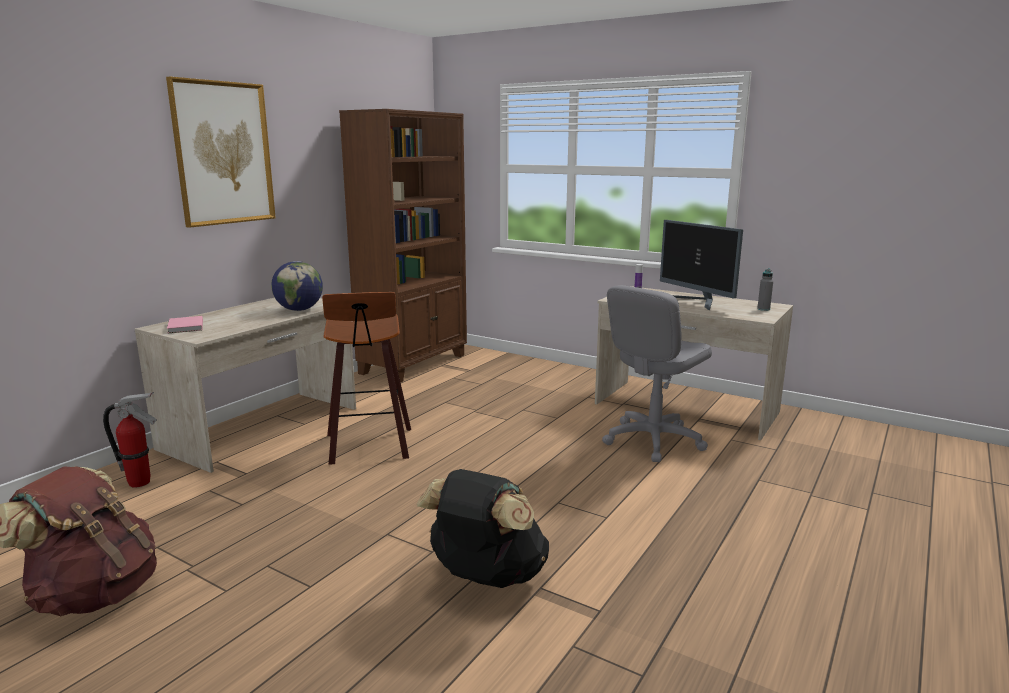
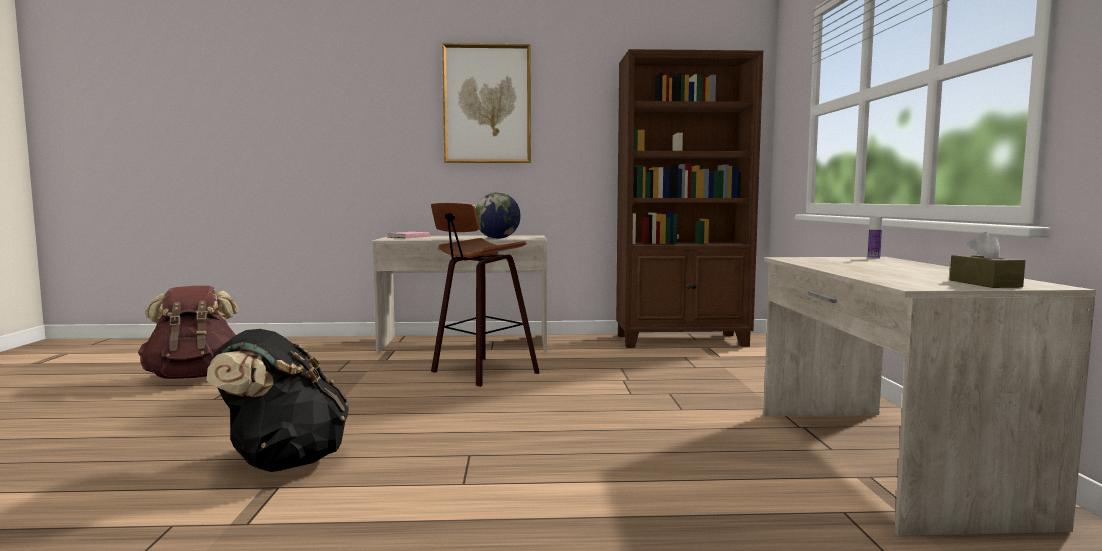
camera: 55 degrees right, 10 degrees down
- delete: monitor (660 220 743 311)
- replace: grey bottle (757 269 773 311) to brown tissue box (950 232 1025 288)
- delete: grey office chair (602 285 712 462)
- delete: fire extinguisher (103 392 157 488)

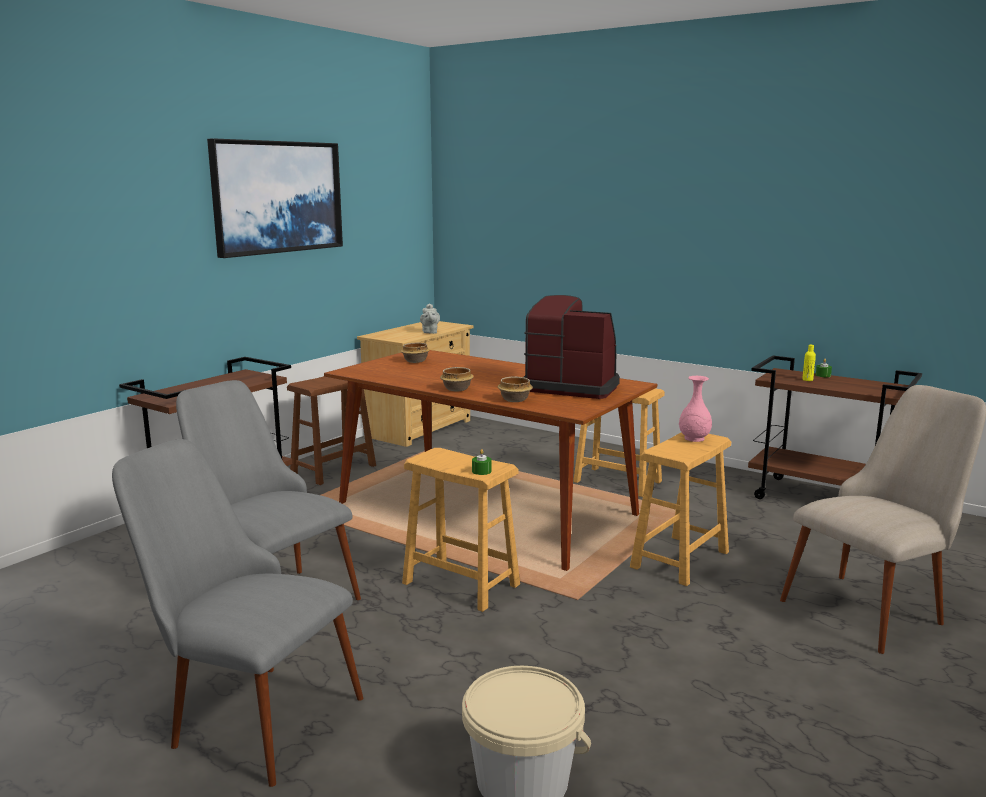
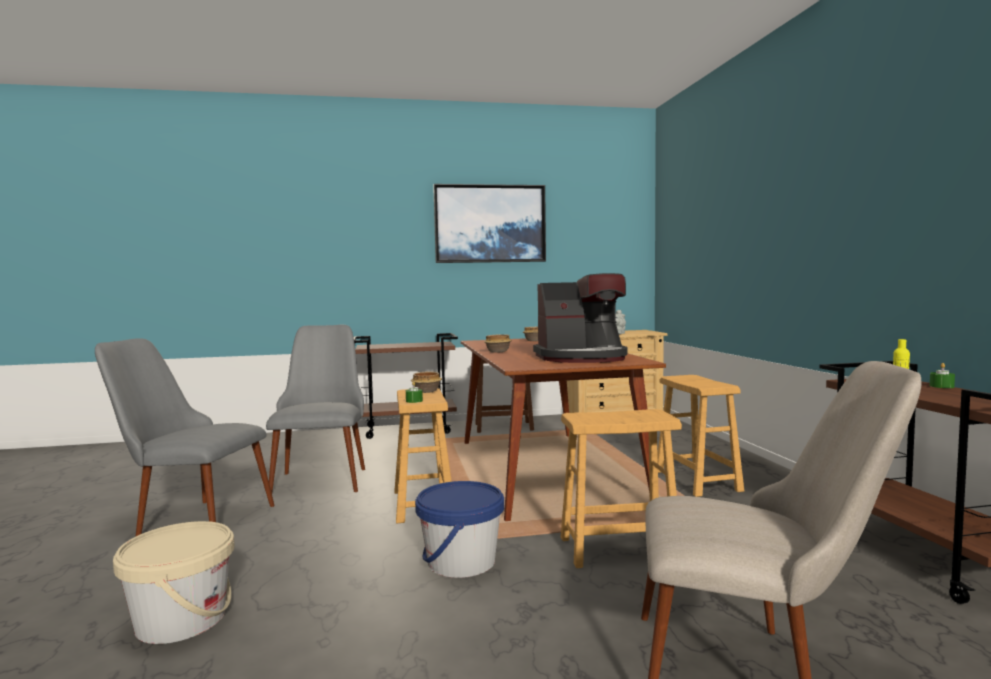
camera: 45 degrees right, 10 degrees down
- rotate: coffee machine (524 295 620 399) = (533 273 628 363) 105 degrees clockwise
- delete: pink vase (679 376 712 442)
- move: bowl (498 377 533 402) to (411 371 442 393)
- rotate: grey chair (112 439 363 787) = (95 338 275 537) 60 degrees counterclockwise
- insert: blue bucket (415 481 504 578)

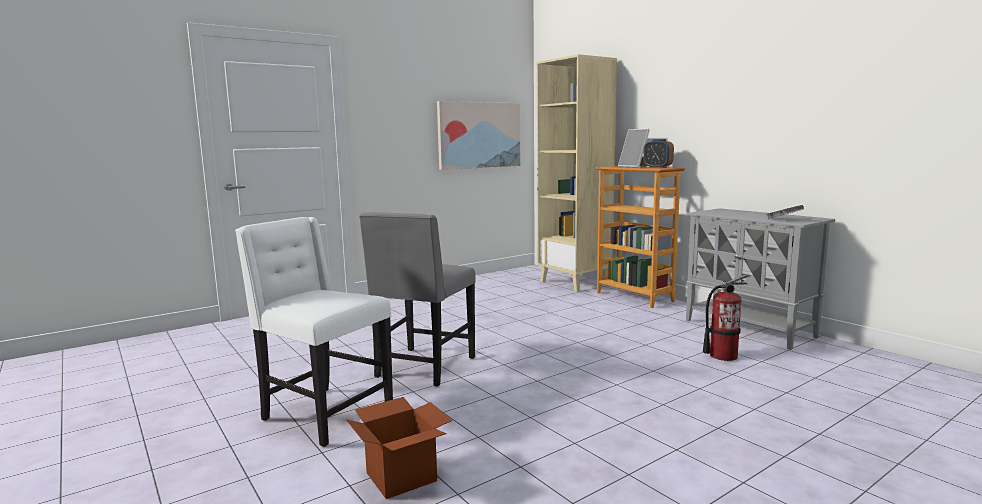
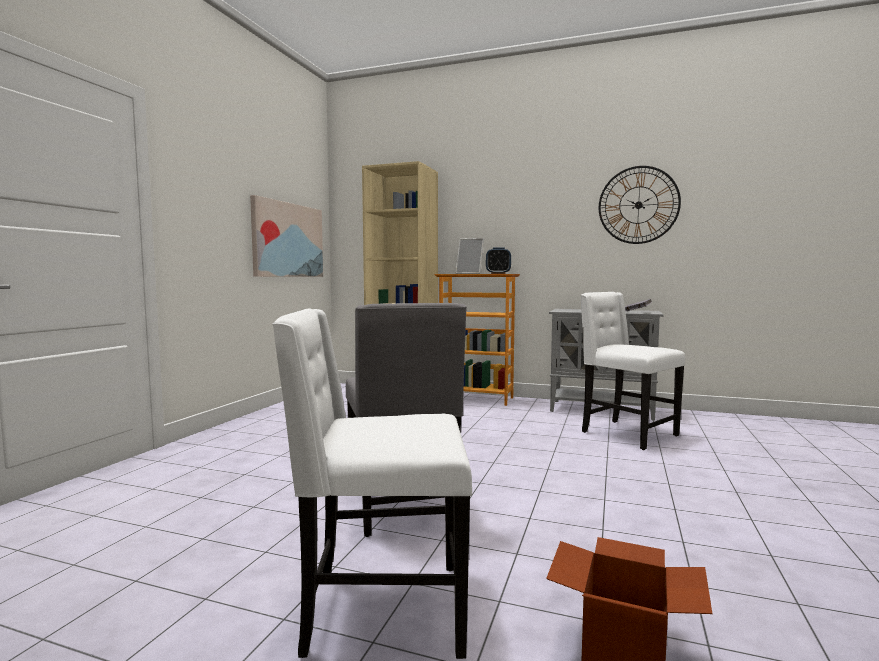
camera: 35 degrees left, 5 degrees down
- replace: fire extinguisher (703 275 747 361) to white chair (580 292 685 450)
- insert: wall clock (599 166 681 244)

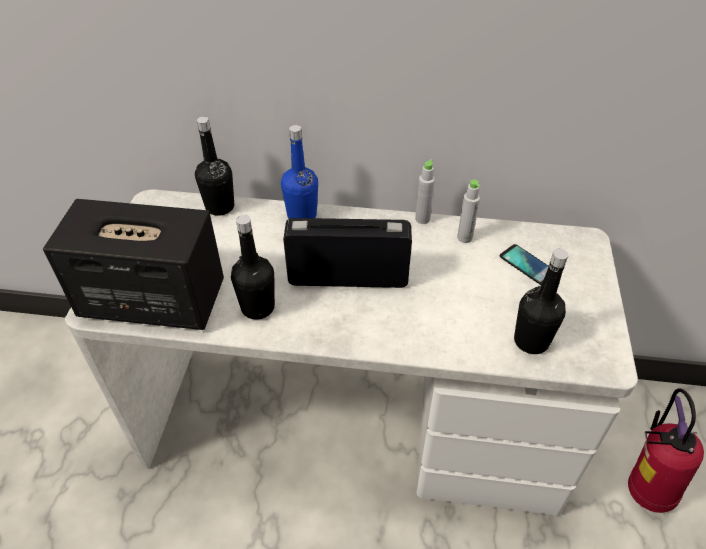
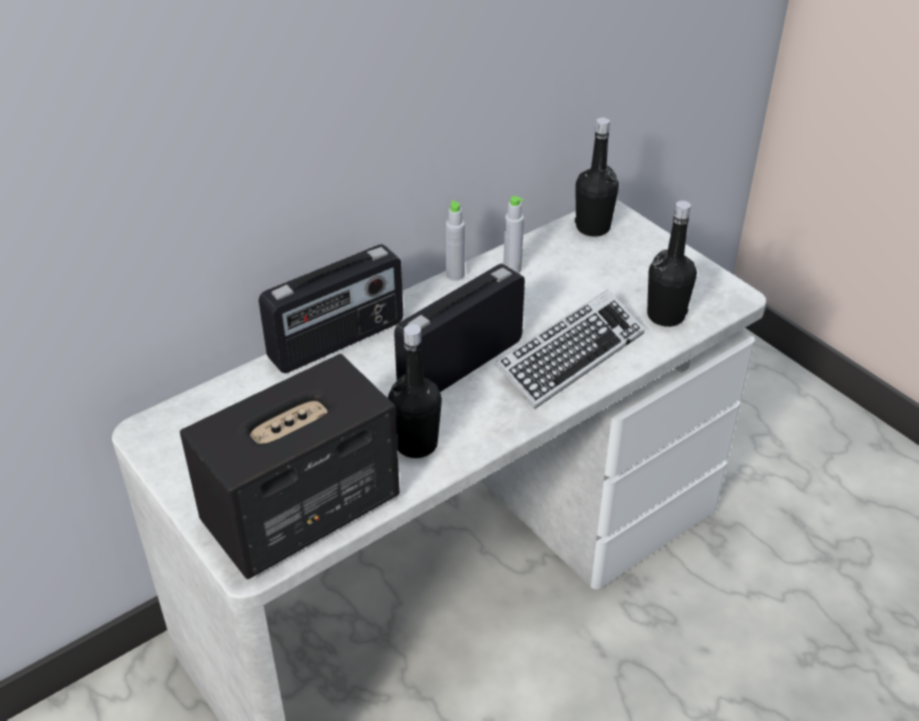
camera: 45 degrees left, 5 degrees down
- move: black bottle (195 117 234 216) to (575 117 619 237)
- replace: blue bottle (281 125 318 219) to radio (259 244 403 373)
- delete: phone (500 244 549 285)
- delete: fire extinguisher (628 388 704 513)
- insert: keyboard (495 290 645 409)

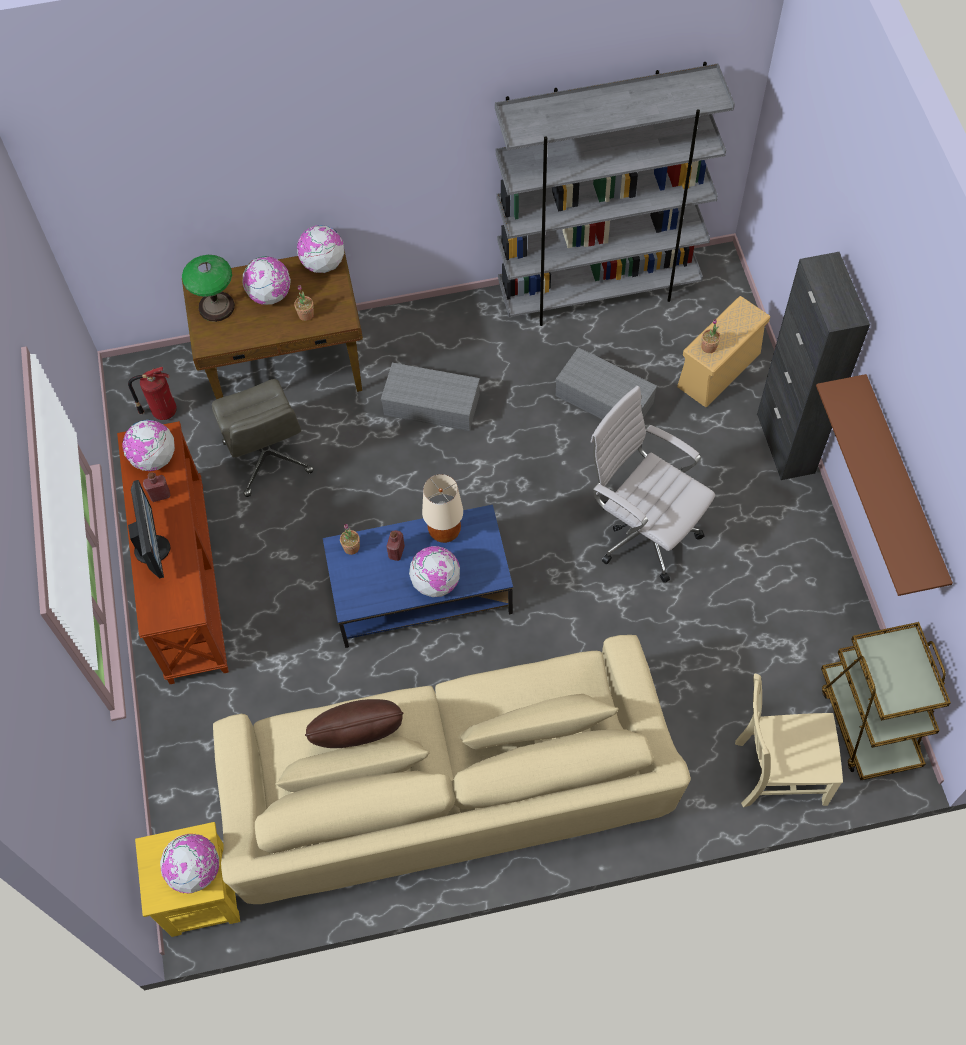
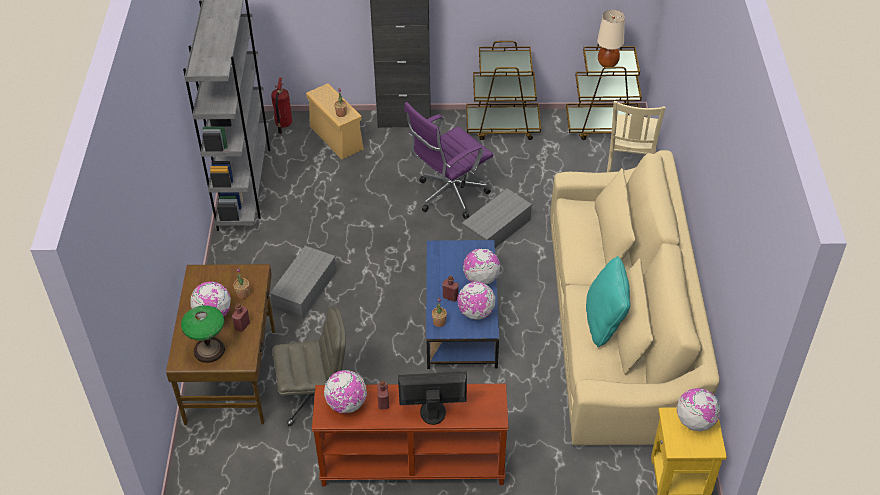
camera: 80 degrees left, 15 degrees down
- move: globe (297 225 344 273) to (457 282 495 320)
- move: grey storage box (555 347 657 420) to (462 189 532 248)
- move: fire extinguisher (128 367 177 420) to (271 77 292 134)
- delete: brown shelf (816 374 953 596)
- recolor: white office chair (590 386 715 583) to purple office chair (404 102 493 219)
- move: beige table lamp (422 474 463 543) to (597 10 625 67)
- recolor: brown pillow (305 699 404 748) to turquoise pillow (586 256 630 347)
- insert: brown cart (466 41 541 140)
- insert: red bottle (232 303 250 332)

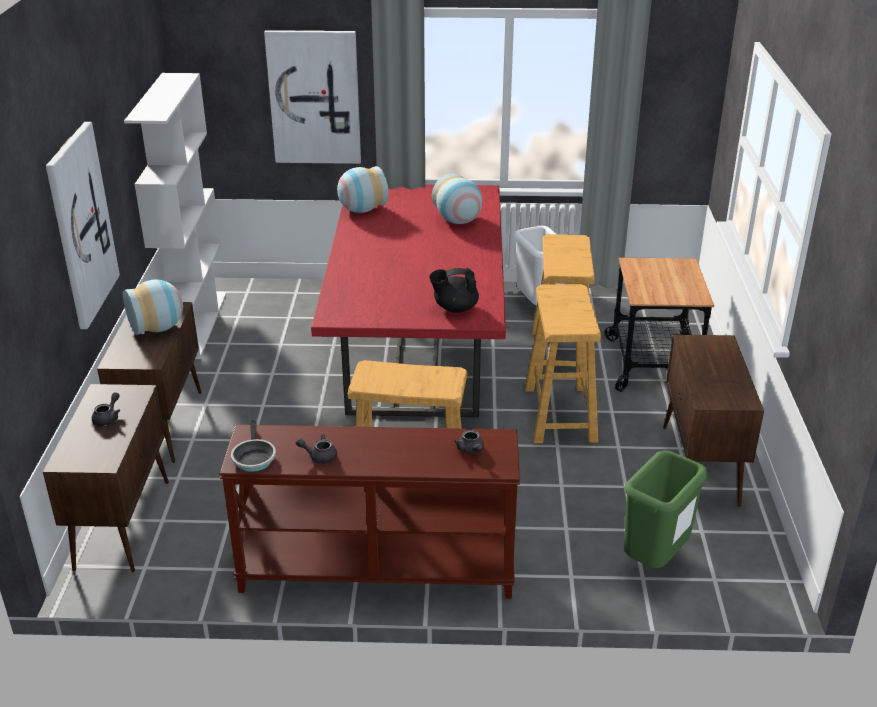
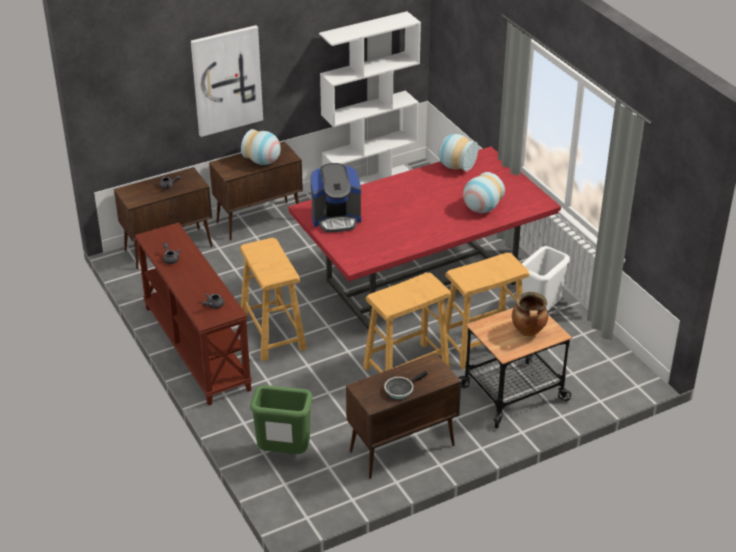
camera: 60 degrees right, 5 degrees up
- delete: picture (264 30 361 164)
- delete: black teapot (429 268 479 313)
- move: frying pan (231 420 276 472) to (384 371 428 399)
- insert: coffee machine (310 163 361 232)
- insert: cooking pot (512 292 548 336)

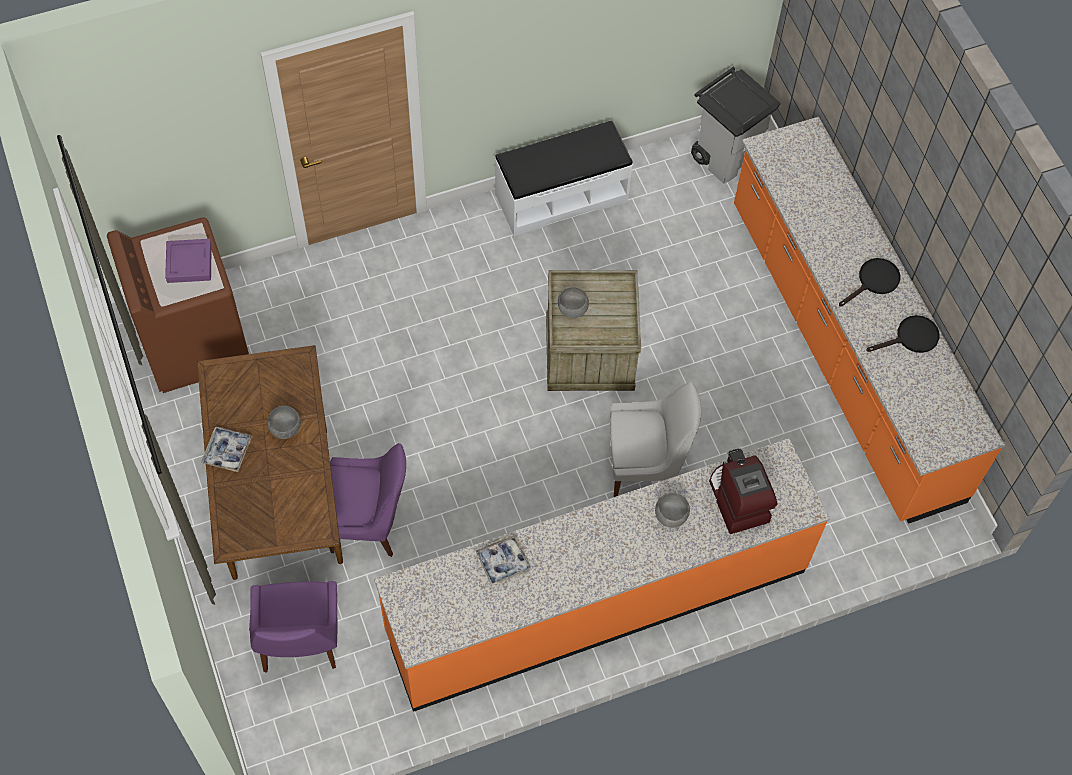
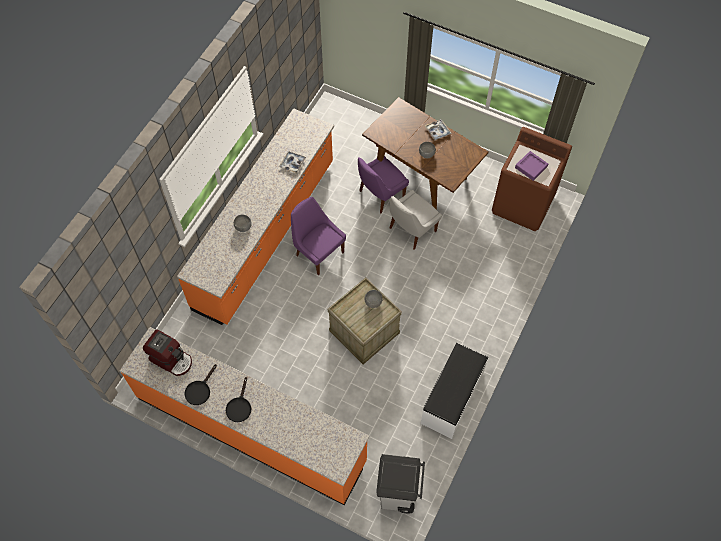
camera: 140 degrees right, 0 degrees up
- move: white chair (610 382 702 497) to (389 190 442 250)
- move: coffee machine (709 448 778 534) to (143 329 192 376)
- move: purple chair (249 581 337 673) to (291 197 346 275)

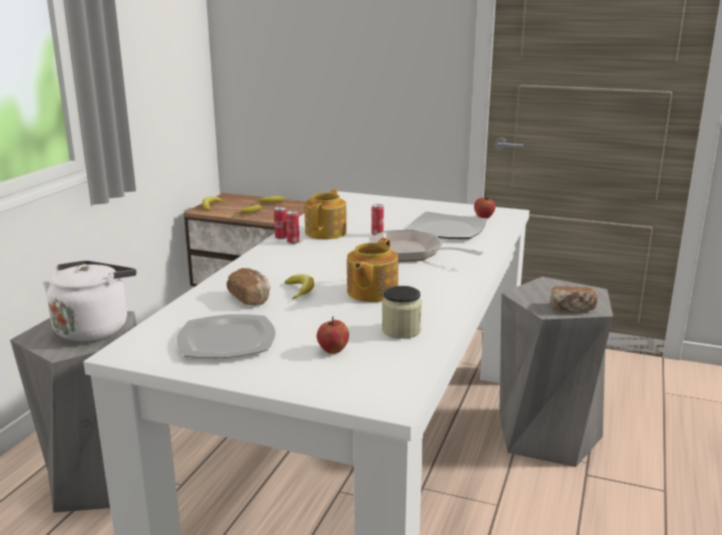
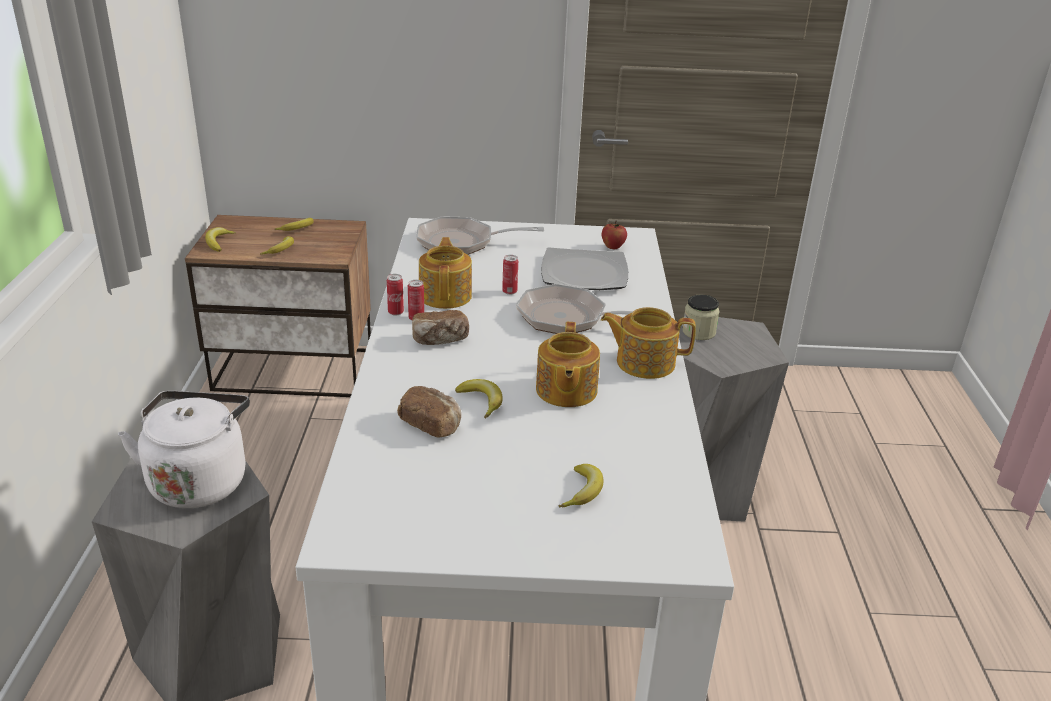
camera: 20 degrees left, 10 degrees up
- move: jar (382 286 422 339) to (682 294 720 340)
- move: bread (551 286 598 312) to (412 310 469 345)
- delete: plate (177 314 276 358)
- replace: apple (317 316 349 354) to banana (559 464 603 507)
- insert: frying pan (416 217 544 255)
- insert: teapot (601 307 696 379)

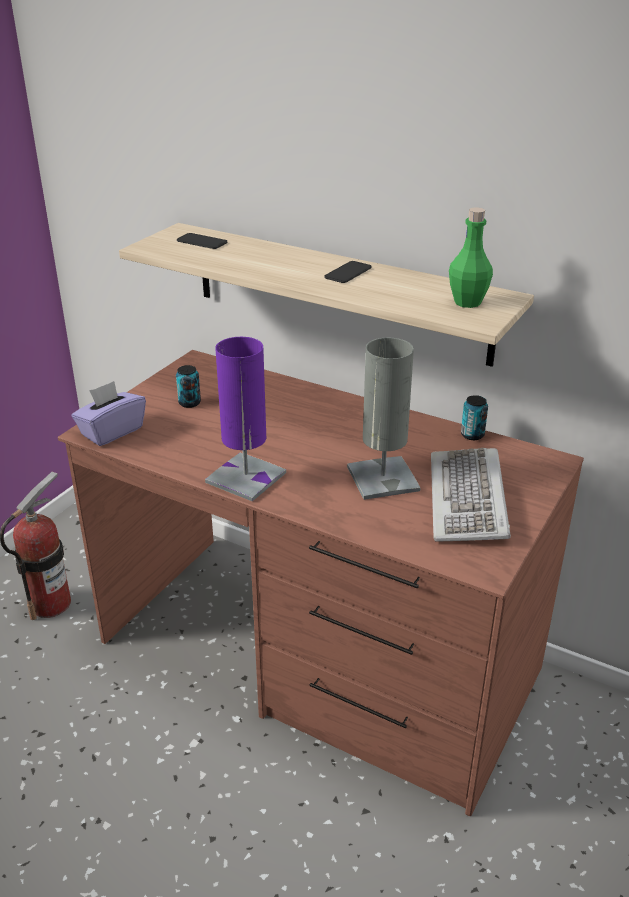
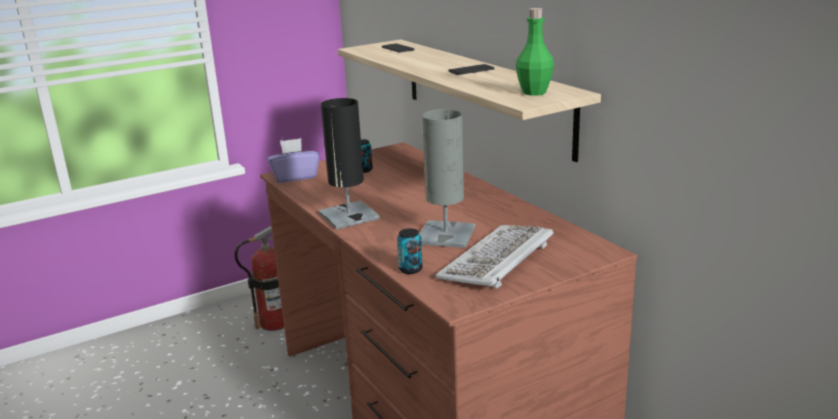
camera: 30 degrees right, 10 degrees down
- recolor: purple table lamp (205 337 286 501) to black table lamp (319 98 380 229)
- move: can (461 395 488 440) to (397 228 423 274)

